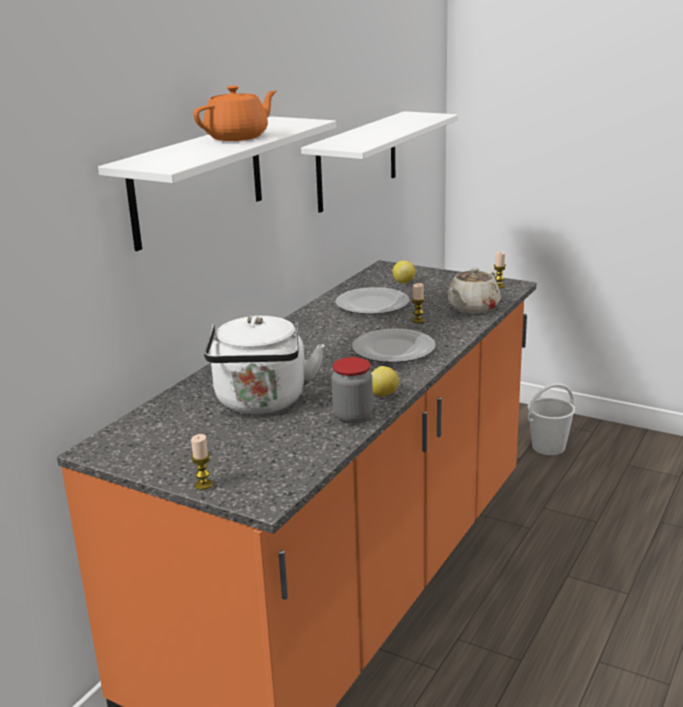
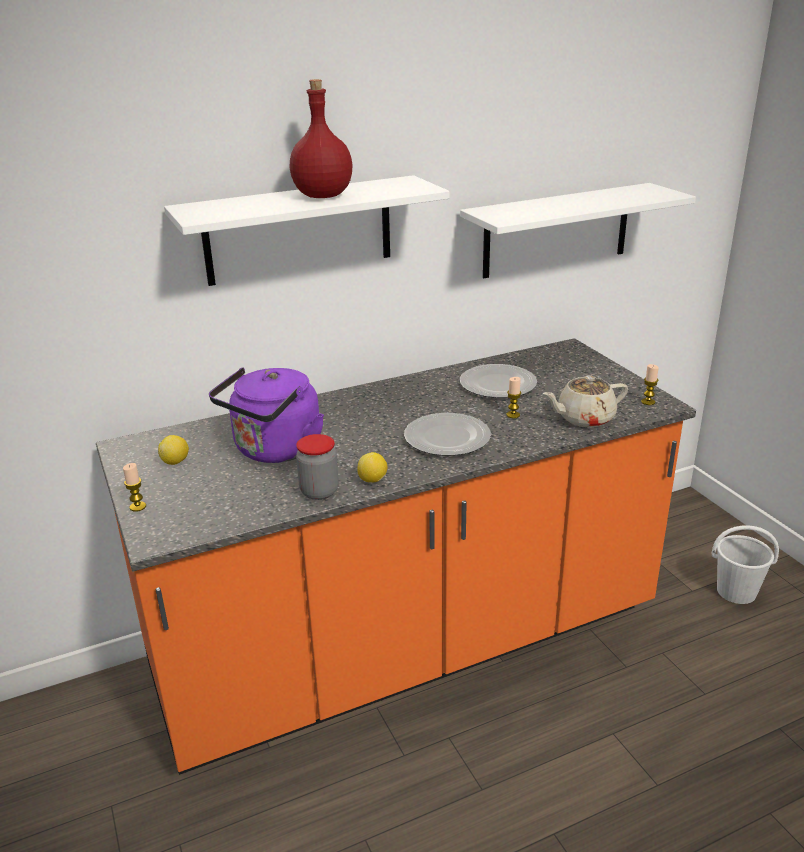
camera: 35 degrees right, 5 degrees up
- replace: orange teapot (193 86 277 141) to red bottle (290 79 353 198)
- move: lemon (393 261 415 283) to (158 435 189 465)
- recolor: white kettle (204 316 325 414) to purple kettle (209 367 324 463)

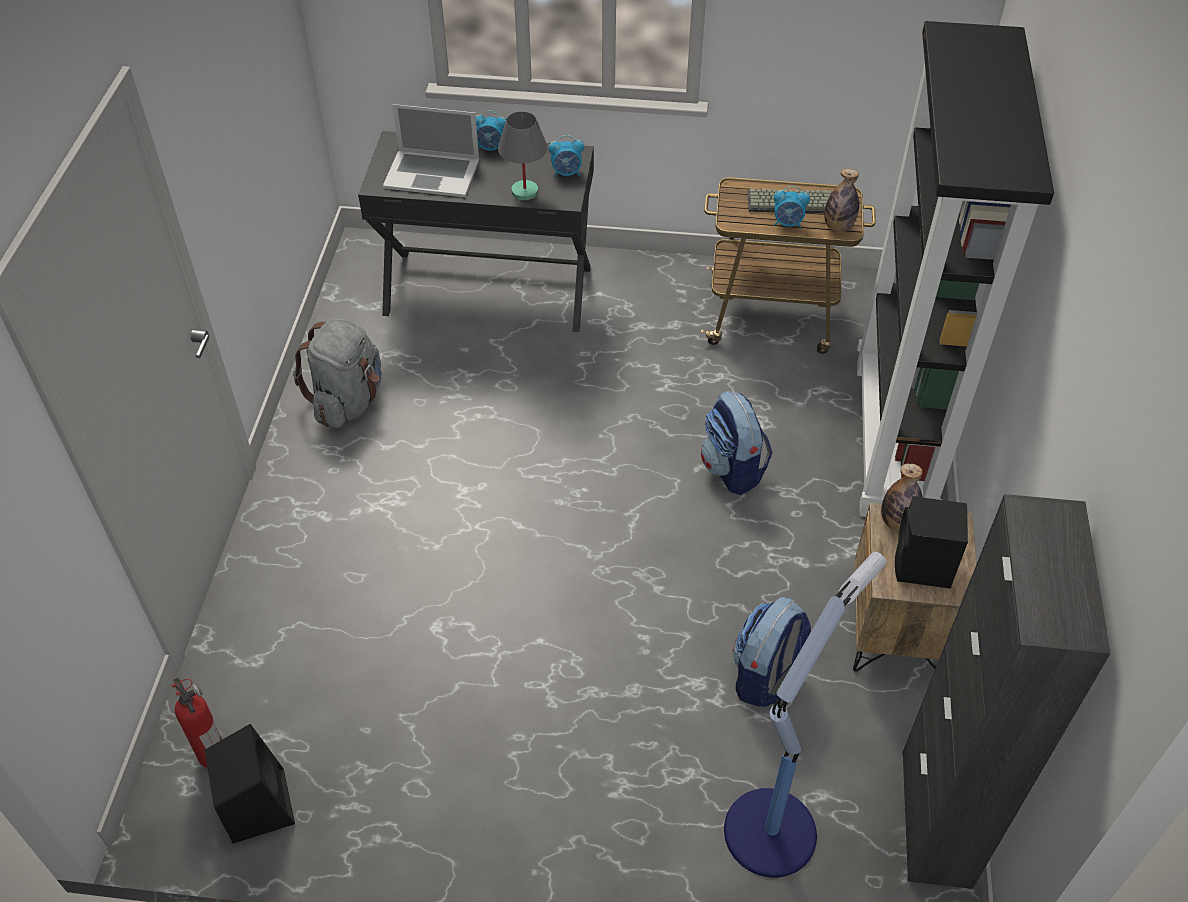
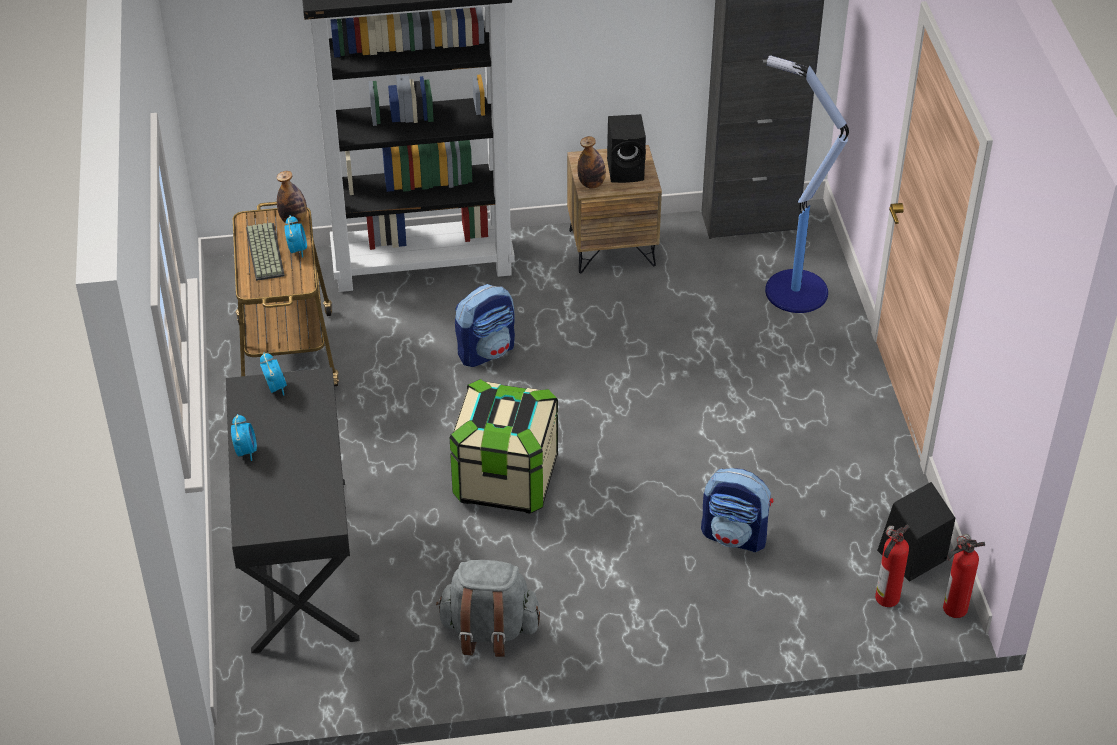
camera: 105 degrees left, 5 degrees down
- delete: laptop (383 104 479 197)
- delete: grey table lamp (498 111 548 200)
- move: backpack (733 597 811 707) to (701 468 773 552)
- insert: storage box (450 379 558 514)
- insert: fire extinguisher (943 534 985 618)

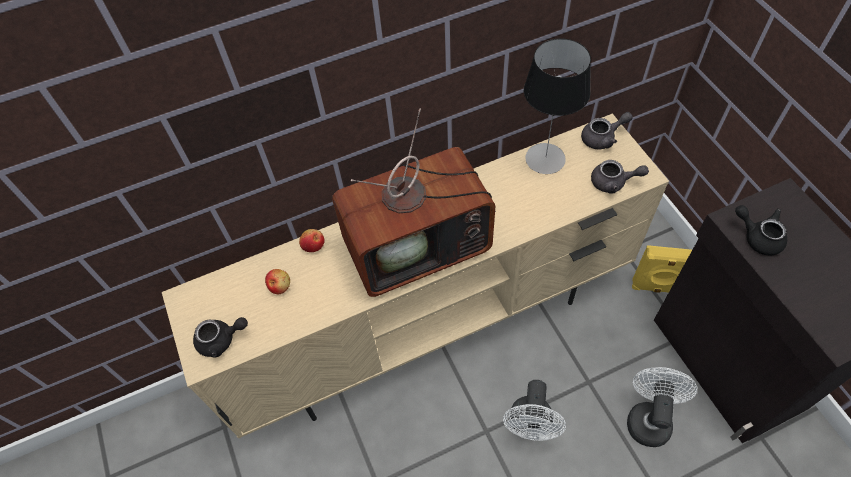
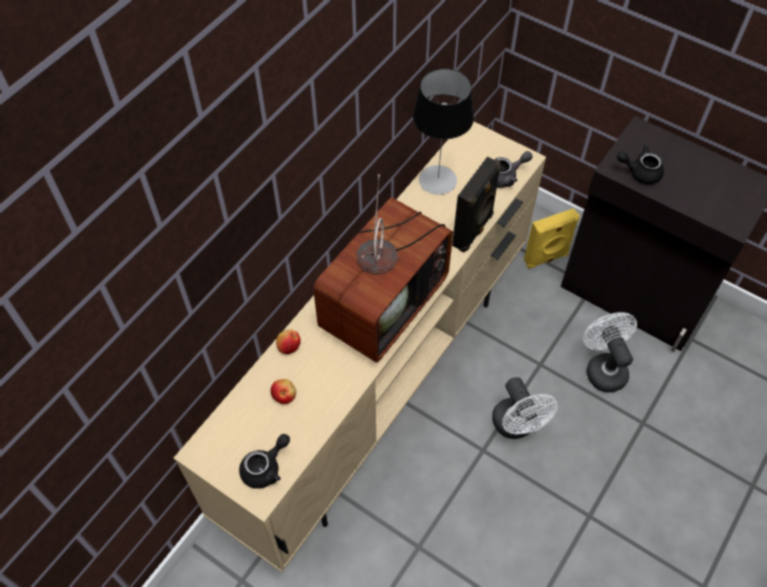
camera: 35 degrees left, 0 degrees up
- delete: grey teapot (581 112 633 149)
- insert: black speaker (452 157 501 253)

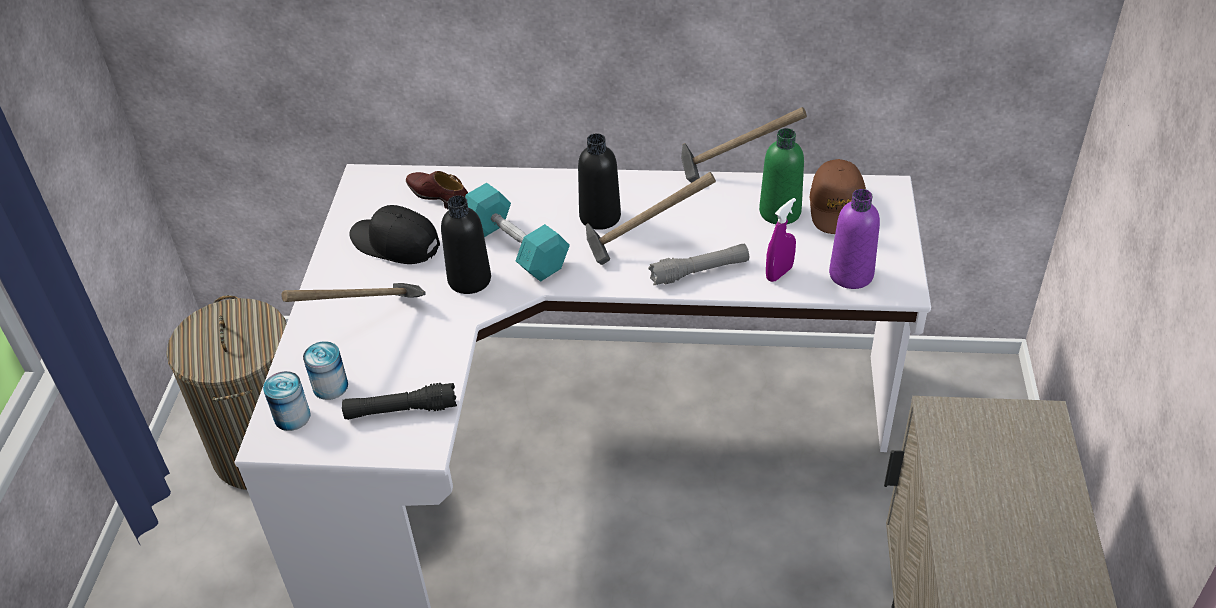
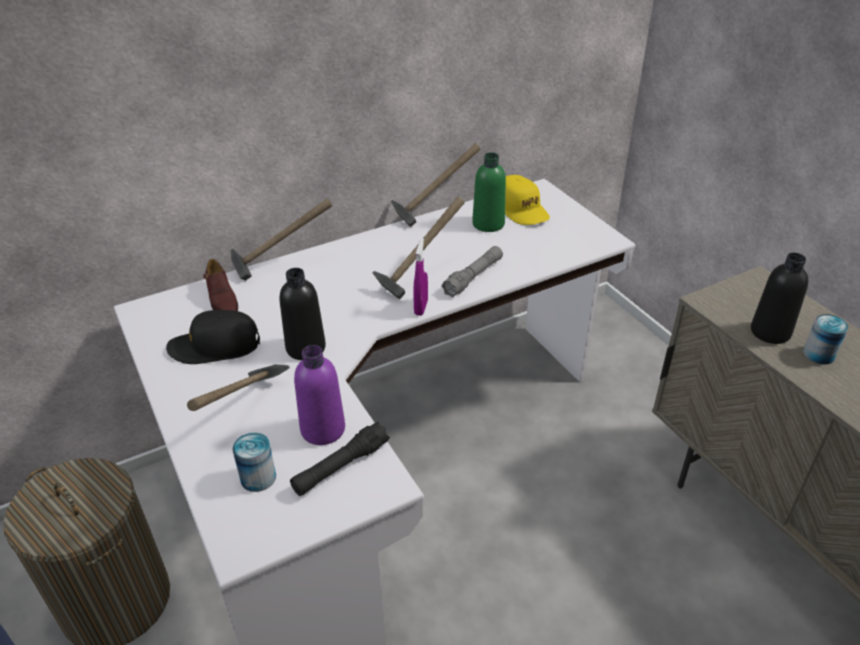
camera: 35 degrees left, 5 degrees down
- move: black bottle (578 133 621 230) to (751 253 808 344)
- recolor: brown cap (810 159 866 234) to yellow cap (505 175 550 225)
- rotate: brown shoe (406 171 468 210) = (204 259 238 311) 120 degrees counterclockwise
- delete: turquoise dumbbell (465 183 570 282)
- move: purple bottle (829 189 880 289) to (294 345 345 445)
- move: purple spray bottle (766 198 796 282) to (413 238 428 316)
- move: can (263 371 311 431) to (803 314 848 365)
- insert: hammer (231 198 333 281)

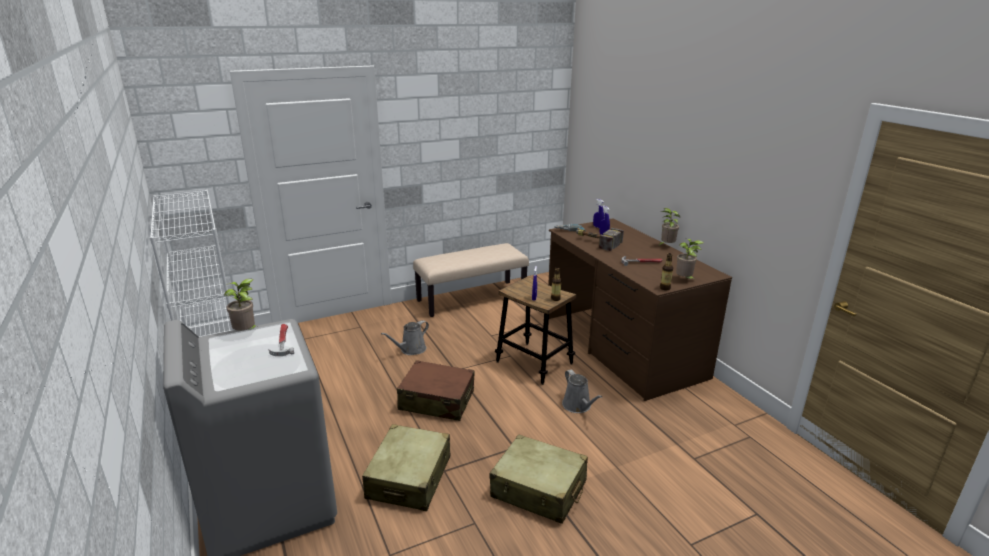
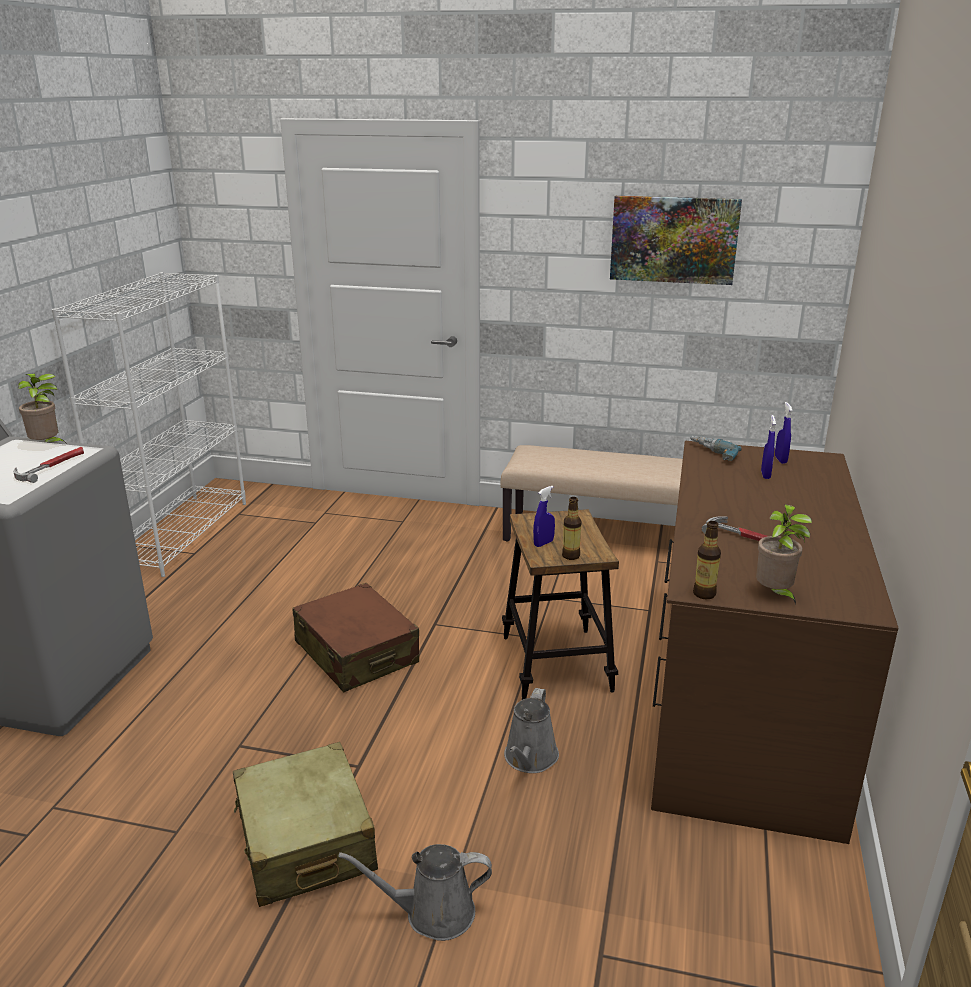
camera: 40 degrees right, 0 degrees up
- delete: potted plant (658 208 680 246)
- delete: hammer (576 228 624 251)
- move: grey watering can (381 320 429 355) to (338 844 492 941)
- delete: beige suitcase (362 424 450 511)
- insert: picture (610 196 742 285)

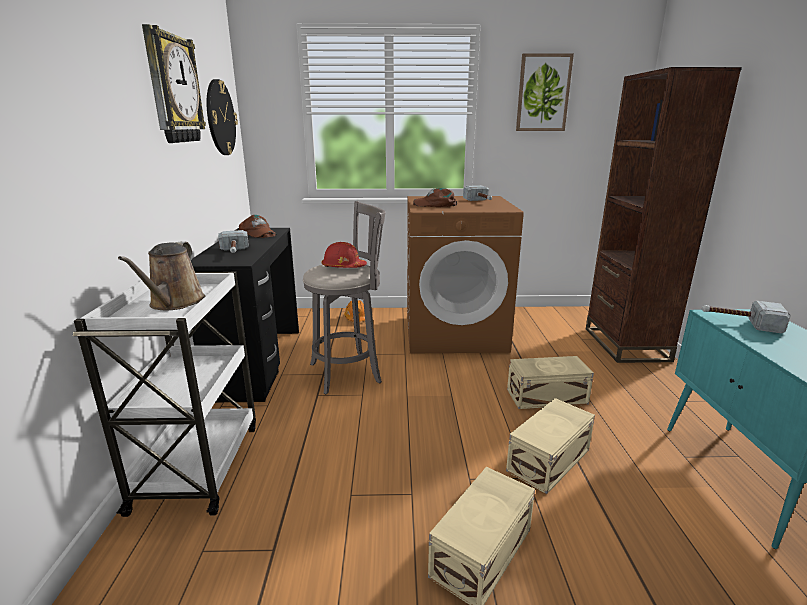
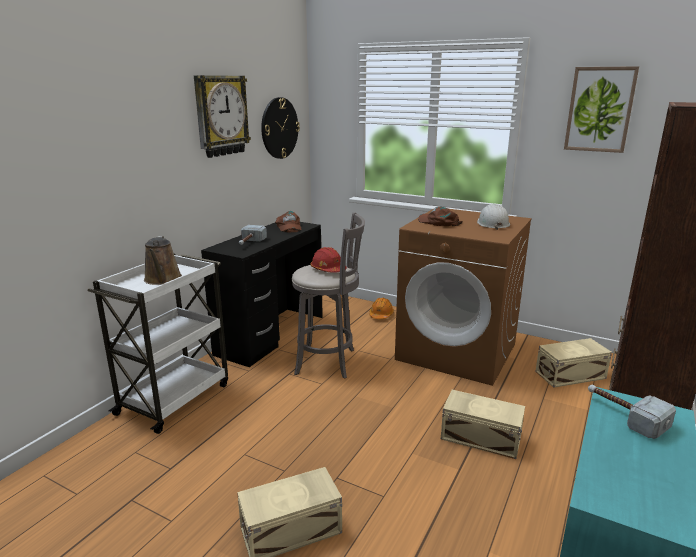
camera: 30 degrees right, 0 degrees up
- replace: hammer (463 185 492 201) to white hard hat (477 204 510 230)
- rotate: brown watering can (118 242 205 310) = (144 236 182 285) 45 degrees counterclockwise
- move: beige storage box (506 398 595 494) to (535 338 612 388)

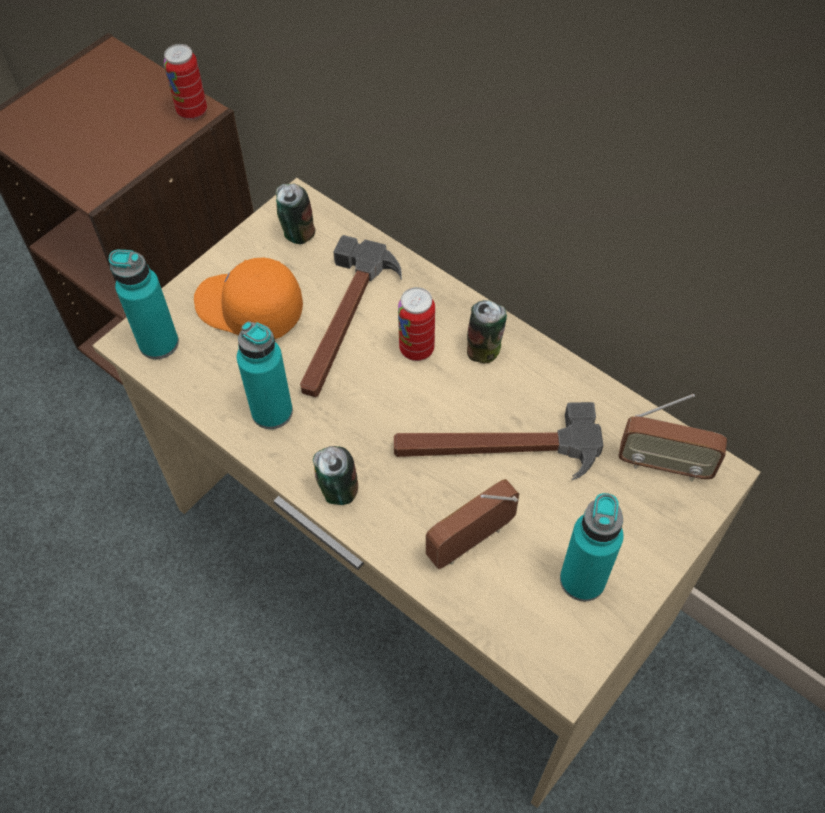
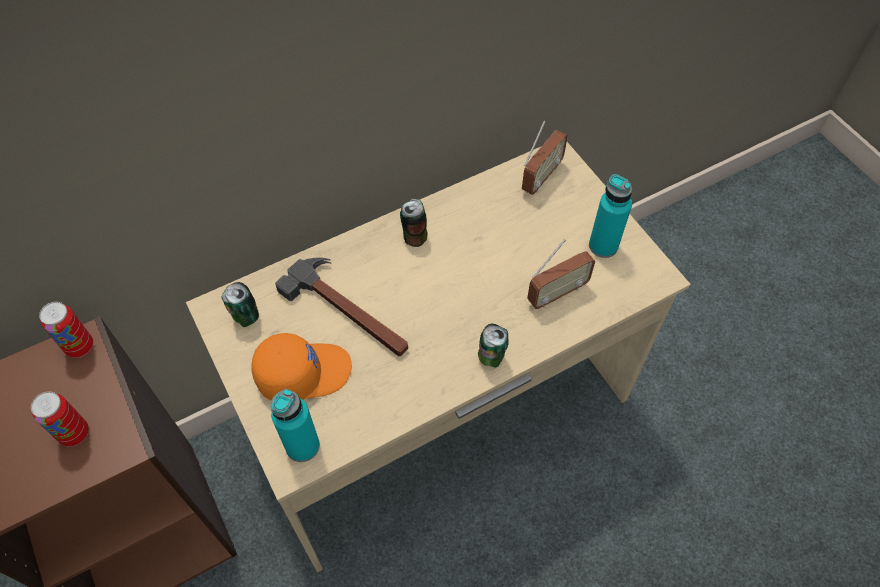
camera: 70 degrees left, 0 degrees up
- rotate: orange cap (194 258 303 339) = (251 333 352 401) 150 degrees counterclockwise
- move: can (398 287 435 361) to (31 391 89 447)
- delete: turquoise bottle (237 321 293 429)
- delete: hammer (394 402 603 480)
- rotate: radio (426 479 519 569) = (527 239 595 309) 105 degrees counterclockwise

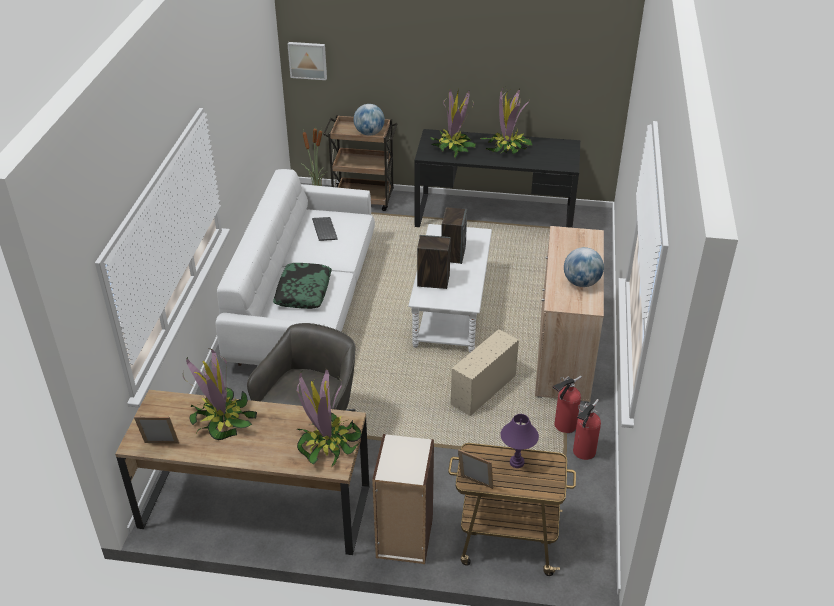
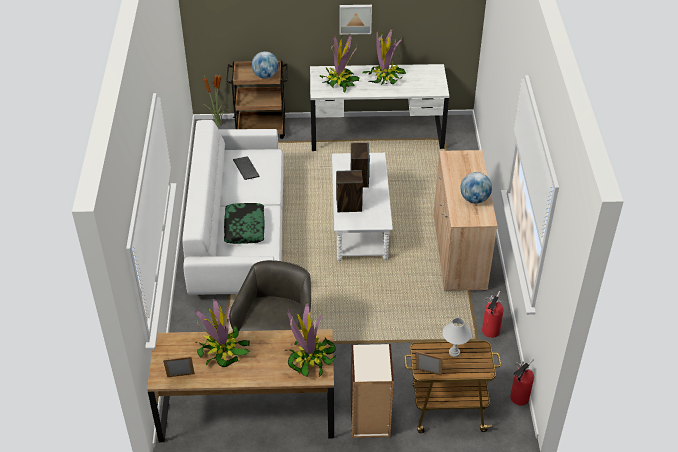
camera: 10 degrees left, 5 degrees up
- move: picture (288 42 327 80) to (340 5 372 35)
- recolor: black desk (414 129 580 228) to white desk (310 64 449 151)
- delete: beige storage box (451 329 519 416)
- move: fire extinguisher (553 376 582 433) to (510 359 534 405)
- recolor: purple table lamp (500 414 539 468) to white table lamp (442 318 471 357)

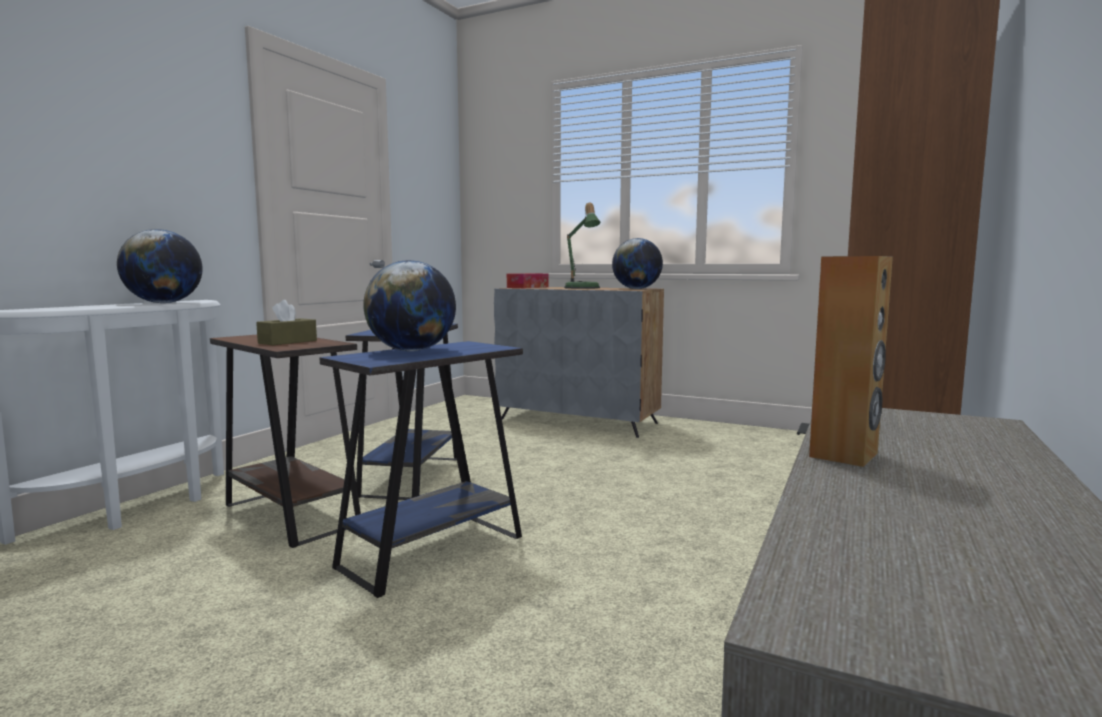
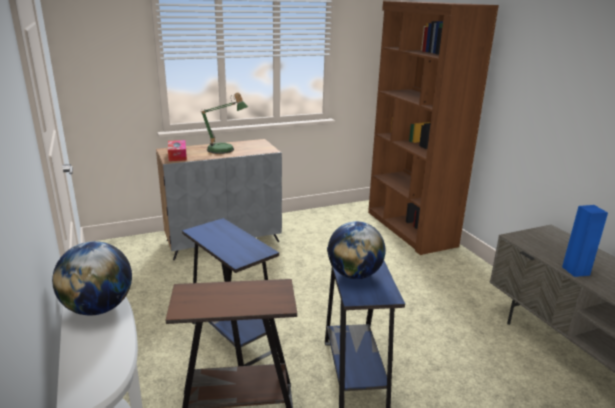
camera: 50 degrees left, 15 degrees up
- delete: globe (612 238 663 289)
- recolor: brown speaker (809 256 893 467) to blue speaker (562 205 608 277)
- delete: brown tissue box (256 300 317 345)

